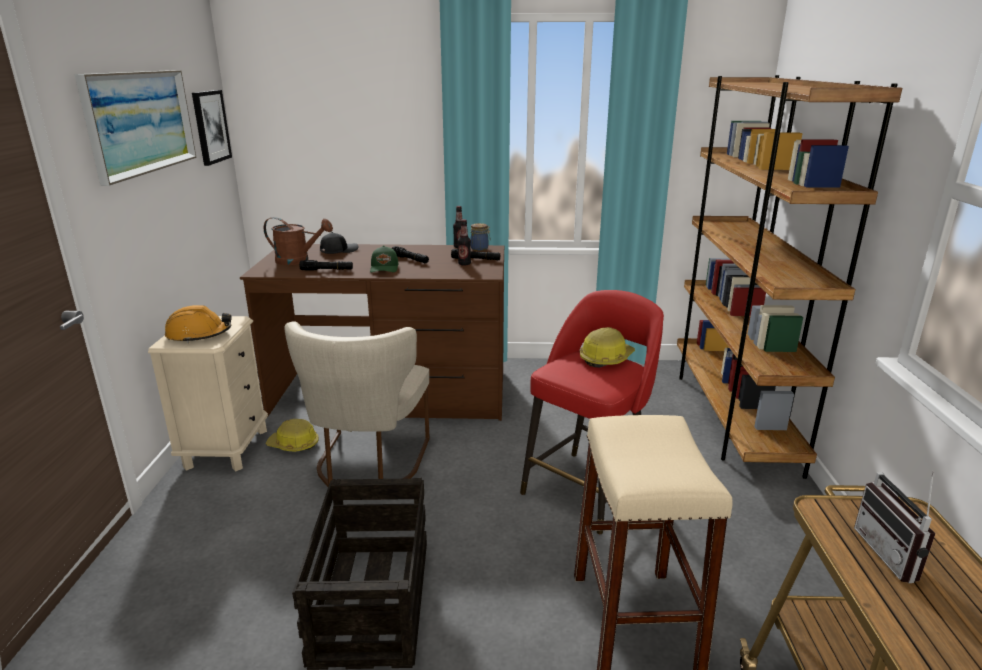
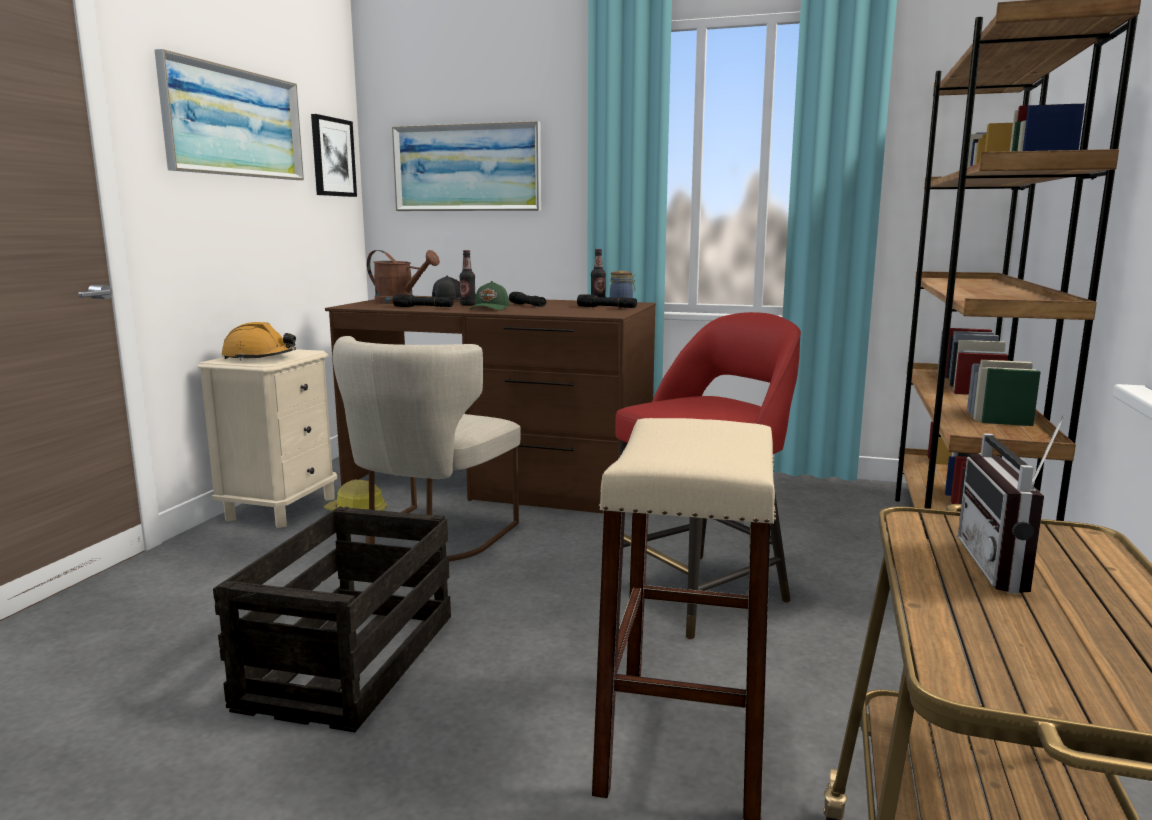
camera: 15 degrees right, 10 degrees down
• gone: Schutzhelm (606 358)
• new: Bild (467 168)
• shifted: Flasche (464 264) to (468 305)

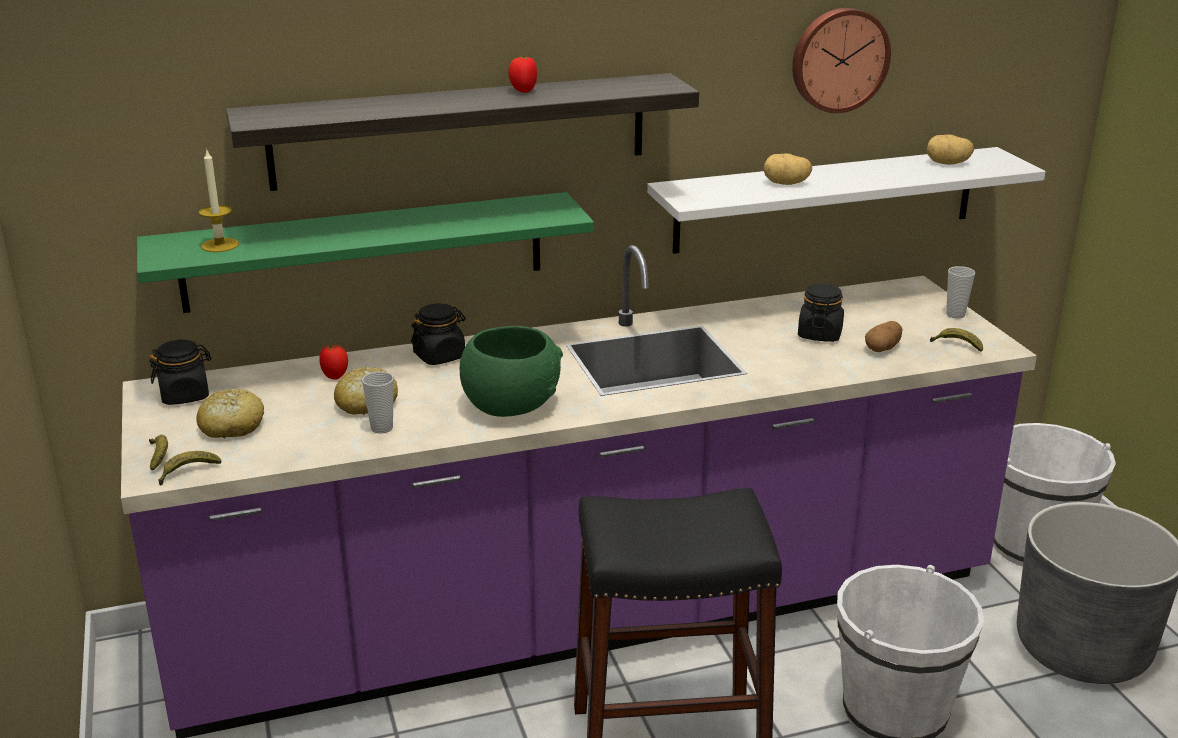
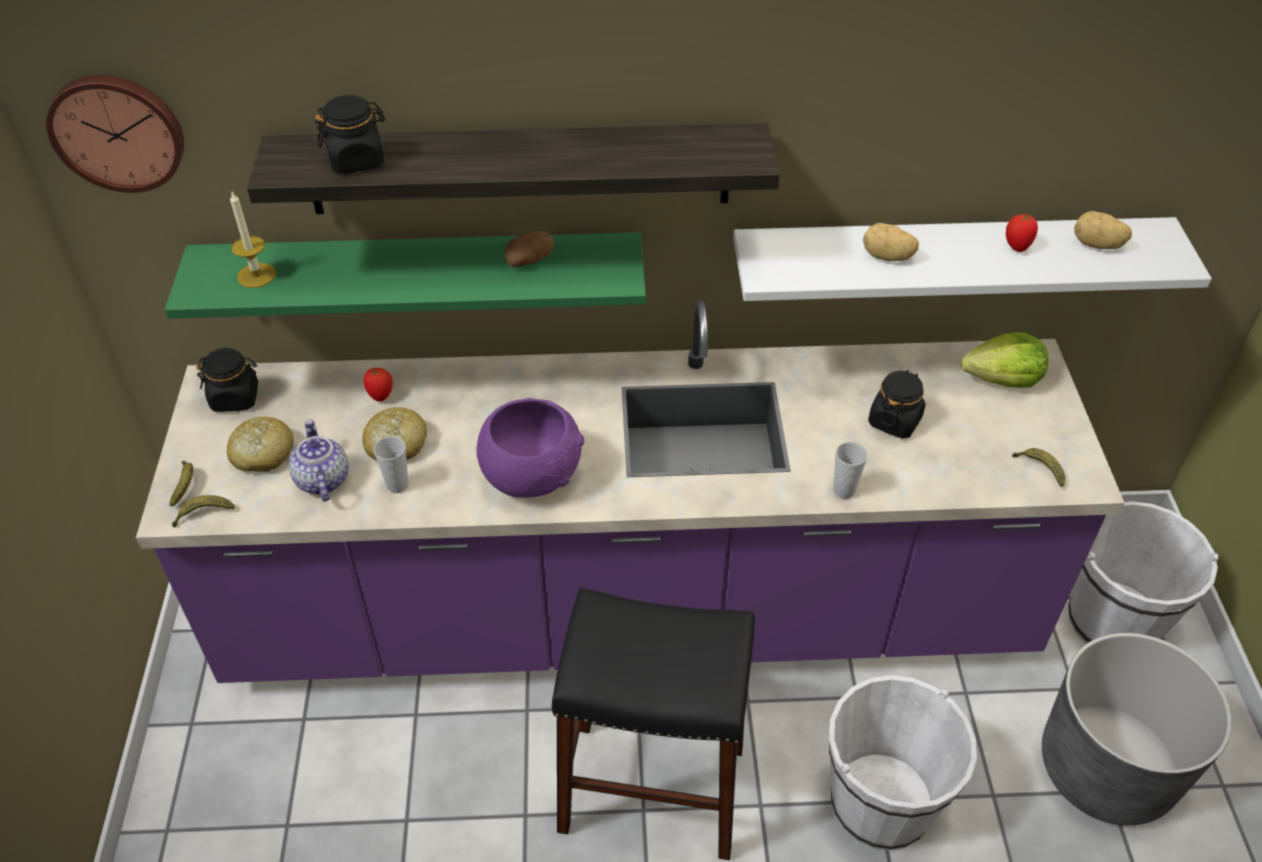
camera: 15 degrees right, 20 degrees up
• new: Teekanne (321 479)
• new: Salatkopf (1003 379)
• shifted: Vorratsglas (schwarz) (439 356) to (357 160)
• shifted: Tomate (523 91) to (1016 246)
• shifted: Wanduhr (838 59) to (118 131)
• shifted: Kartoffel (883 348) to (530 260)
• shifted: Tasse (955 315) to (844 491)
• repainted: Schüssel (grün) (511 405) to Schüssel (lila) (532 474)

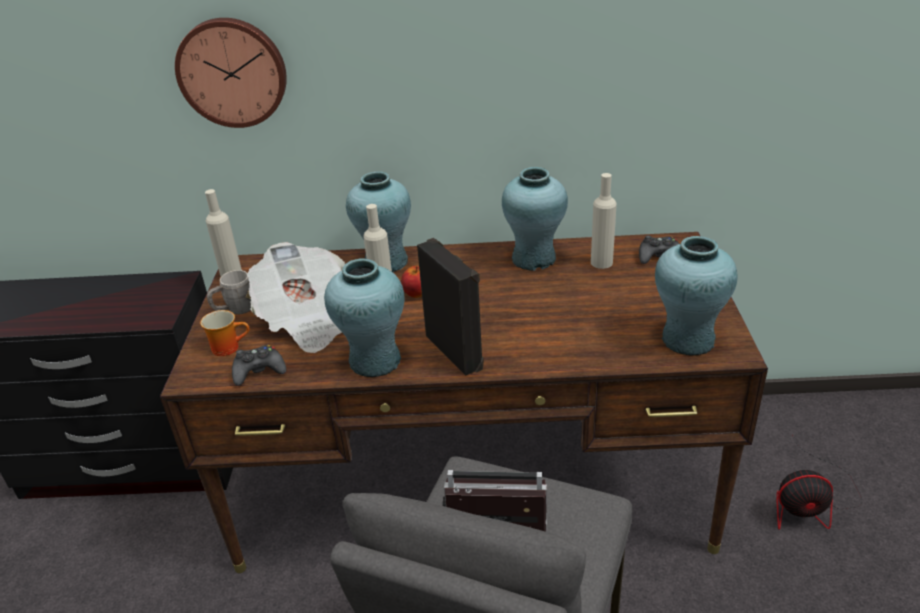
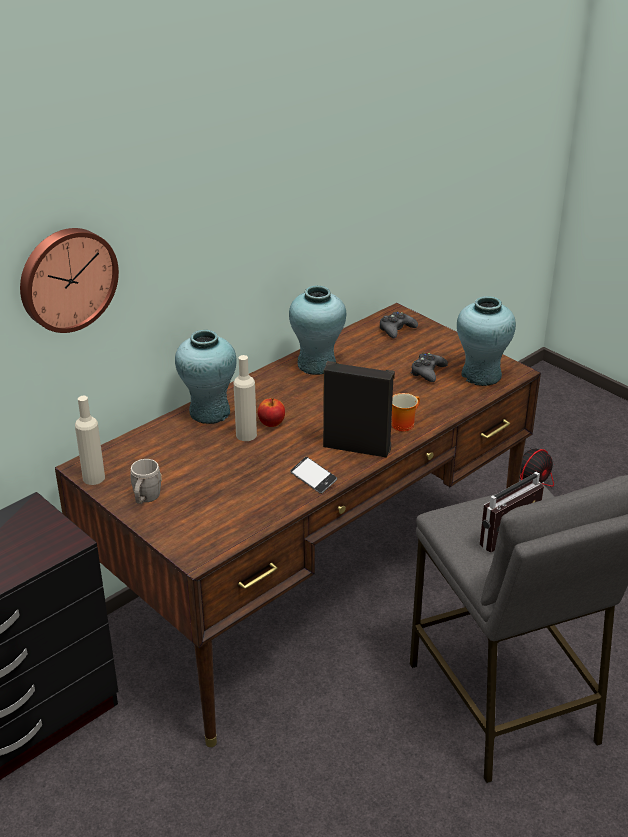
camera: 45 degrees left, 0 degrees up
• gone: Zeitung (309 320)
• gone: Flasche (beige) (601 262)
• shifted: Henkelbecher (229 346) to (403 423)
• shifted: Gamepad (schwarz) (259 371) to (427 372)
• swapped: Vase (türkis) (374 361) to Handy (313 478)

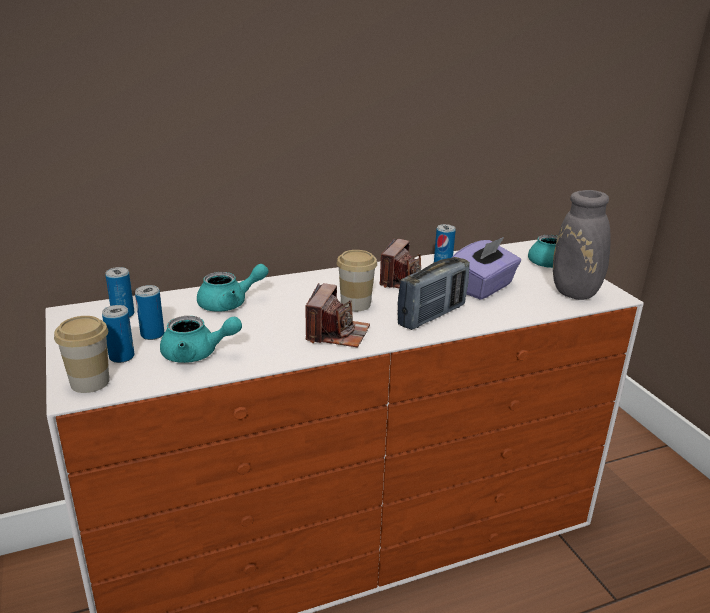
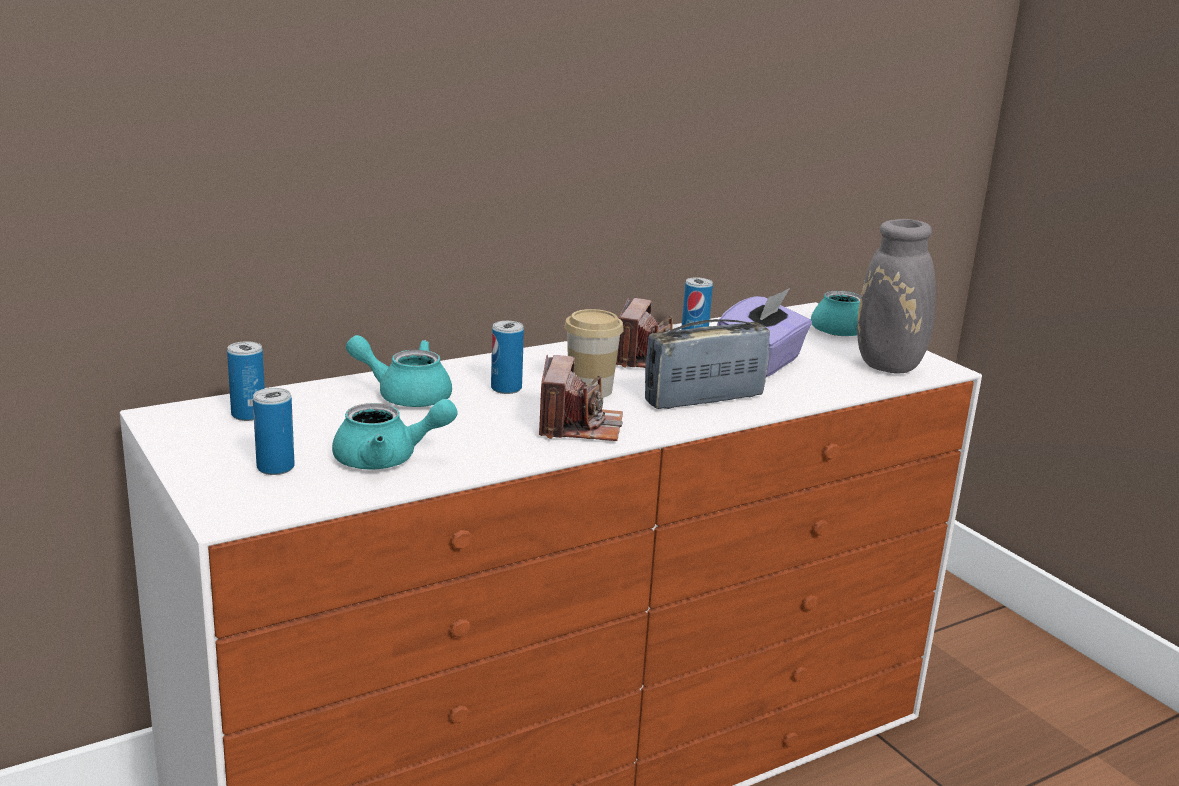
camera: 10 degrees left, 5 degrees down
• gone: Tasse (90 382)
• shifted: Dose (152 334) to (506 388)
• rotated: Teekanne (türkis) (230 303) = (405 395) 135 degrees counterclockwise
• rotated: Radio (432 315) = (704 399) 150 degrees counterclockwise

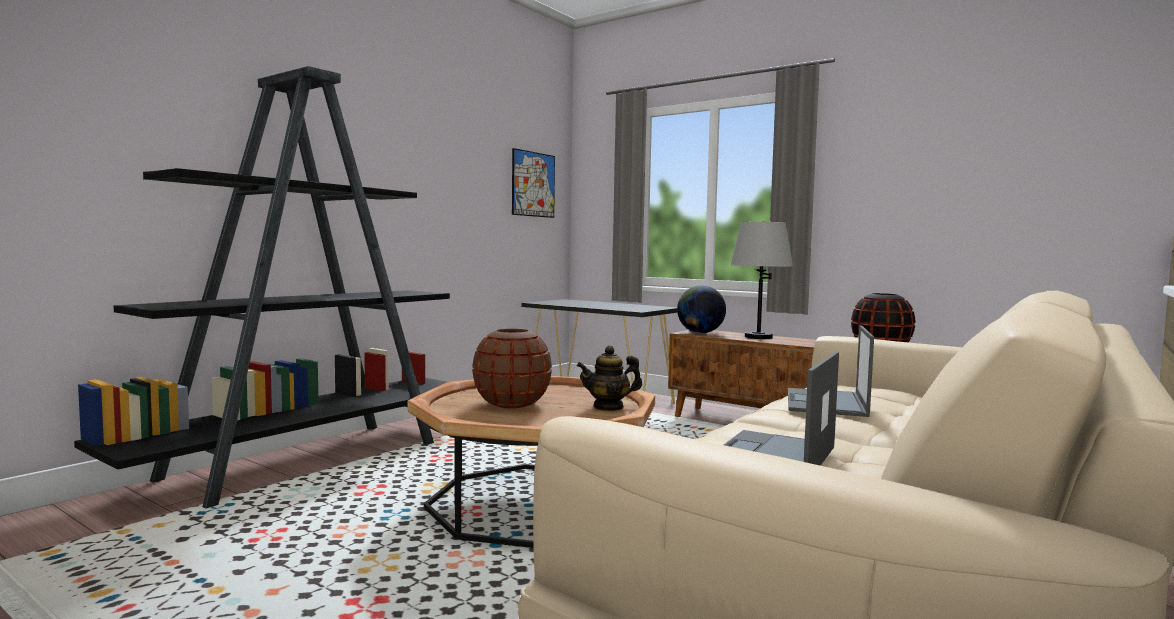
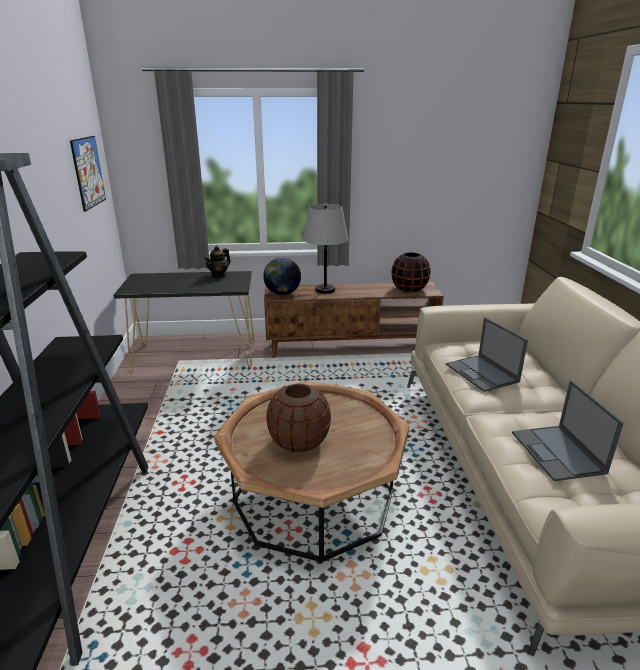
camera: 40 degrees left, 20 degrees up
• shifted: Teekanne (609 407) to (219 275)

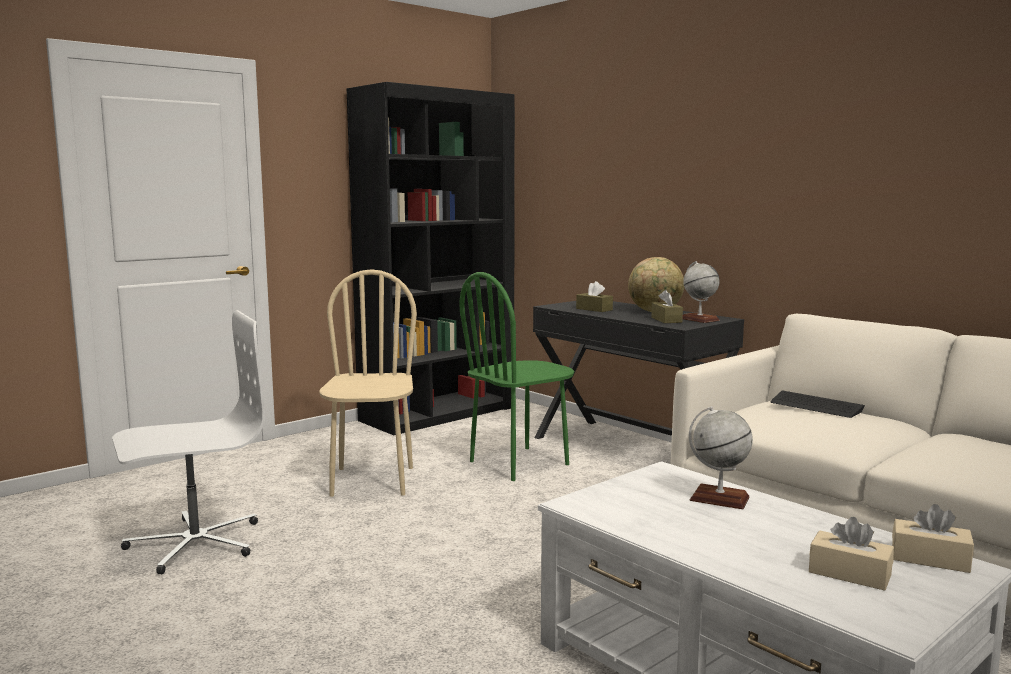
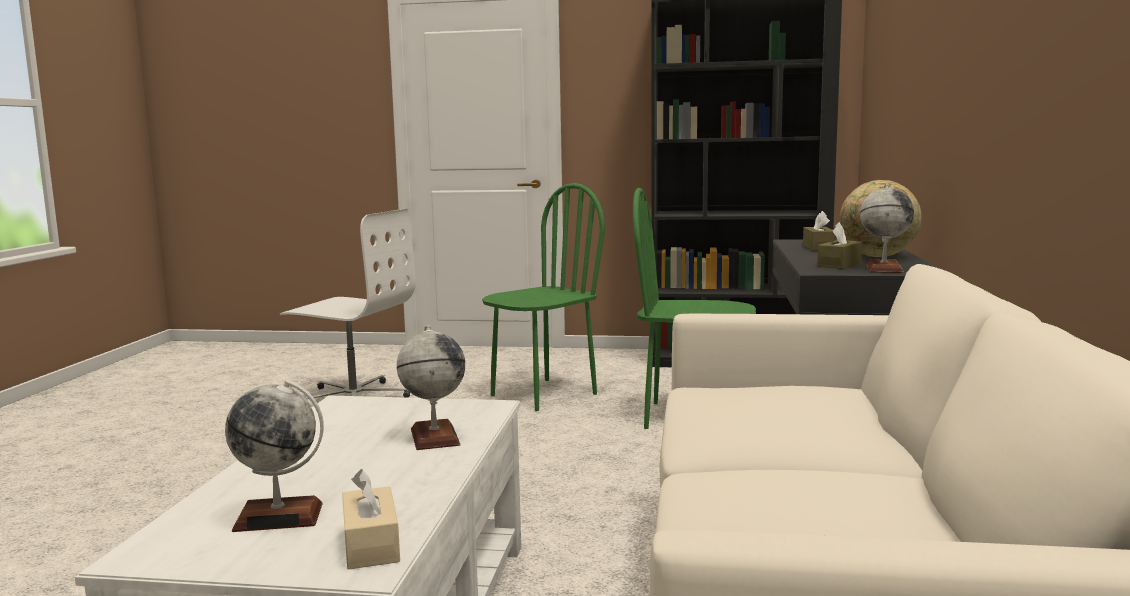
camera: 50 degrees right, 0 degrees up
• gone: Tastatur (815 406)
• swapped: Taschentuchbox (beige) (849 574) to Globus (279 517)
• repainted: Stuhl (beige) (372 481) to Stuhl (grün) (543 394)

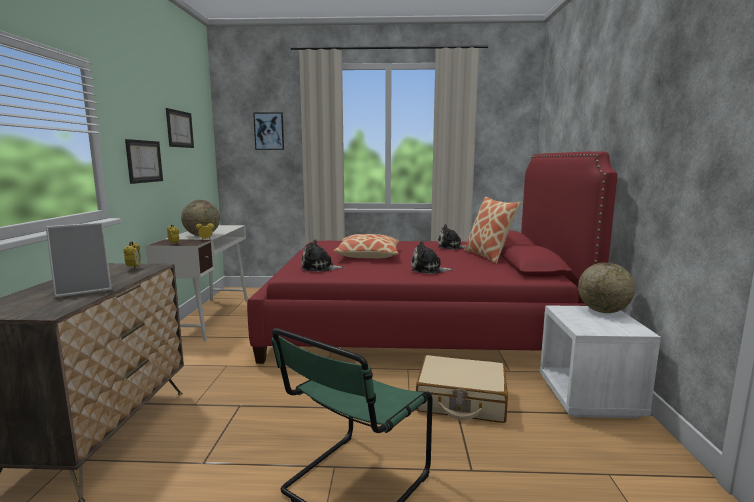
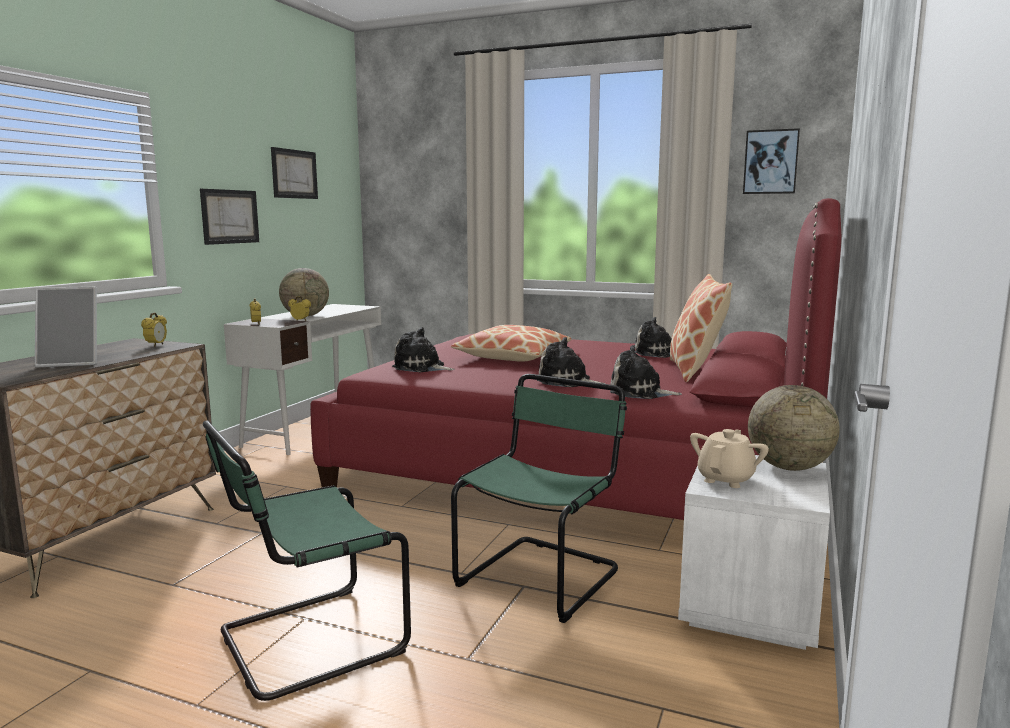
camera: 20 degrees right, 0 degrees up
• new: Plüschtier (640 393)
• new: Teekanne (beige) (726 479)
• shifted: Bild (269 131) to (770 162)
• swapped: Koffer (beige) (461 401) to Stuhl (grün) (542 575)

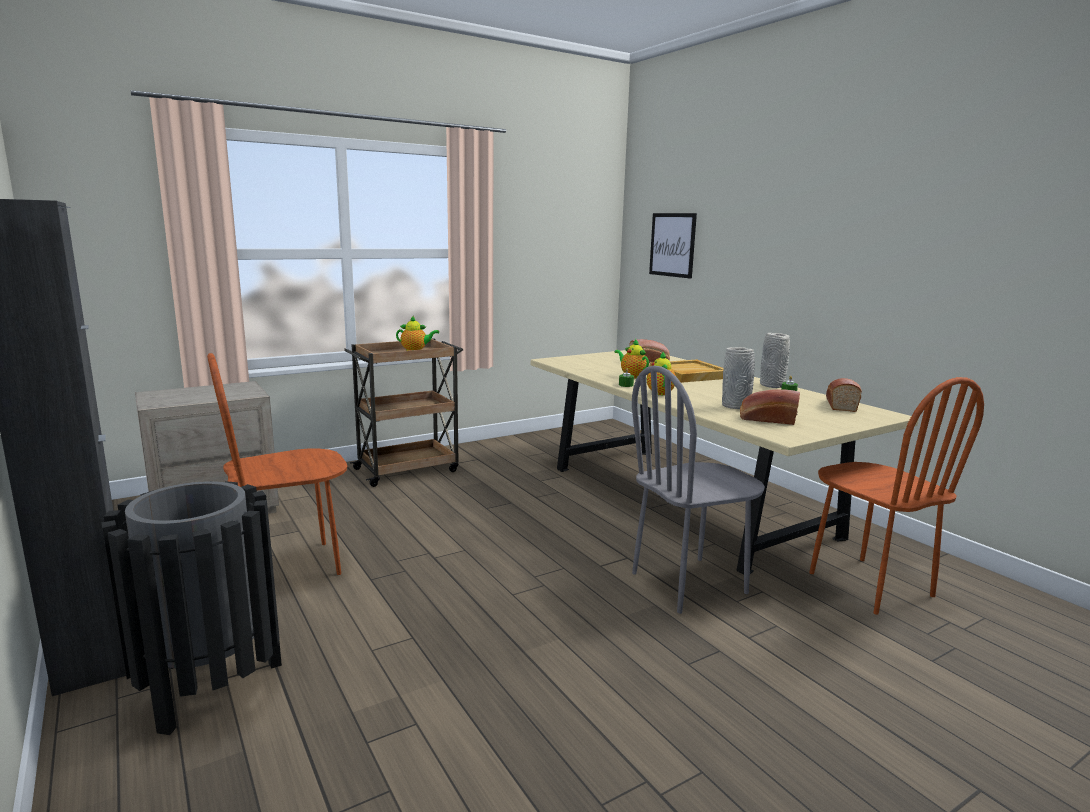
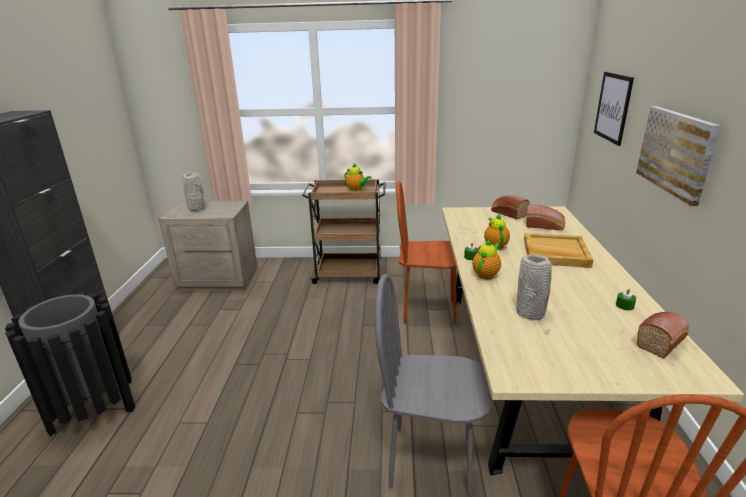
camera: 35 degrees right, 10 degrees up
• new: Bild (676 152)
• shifted: Stuhl (braun) (290 567) to (429 310)
• shifted: Brot (766 419) to (507 213)
• shifted: Vase (grau) (772 385) to (196 209)

